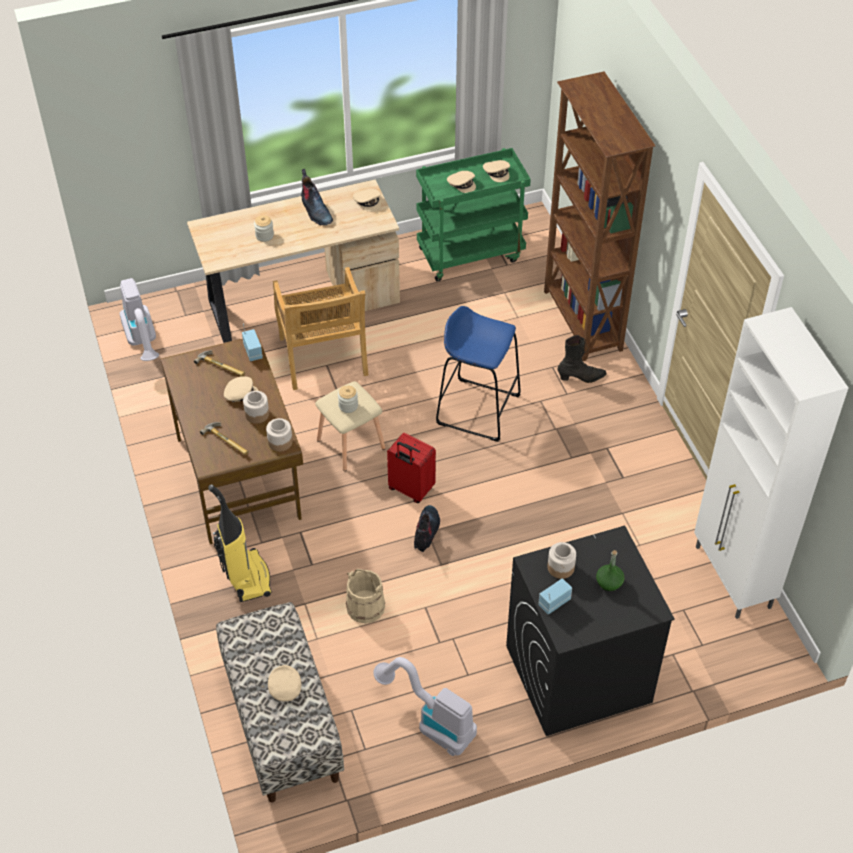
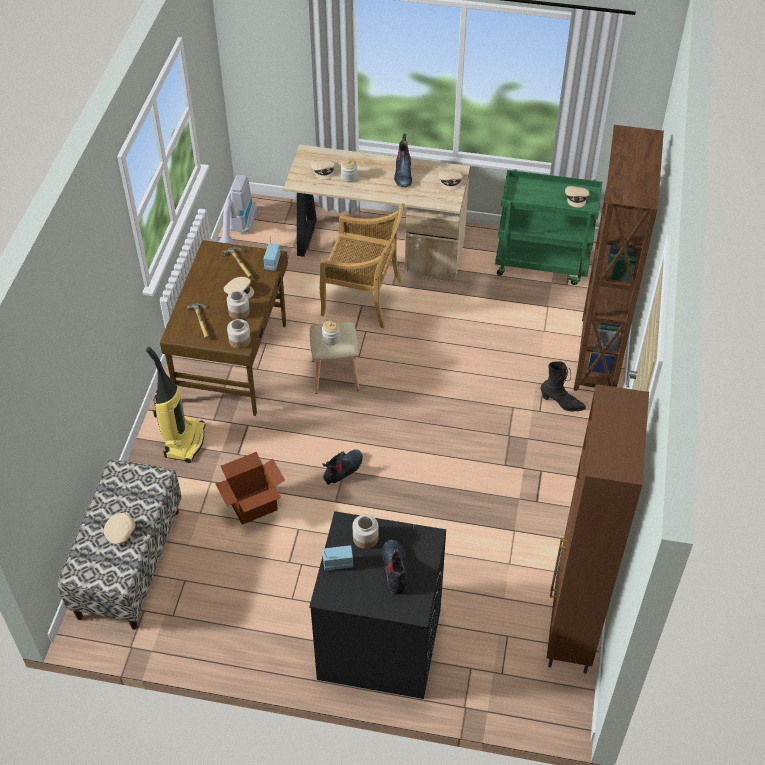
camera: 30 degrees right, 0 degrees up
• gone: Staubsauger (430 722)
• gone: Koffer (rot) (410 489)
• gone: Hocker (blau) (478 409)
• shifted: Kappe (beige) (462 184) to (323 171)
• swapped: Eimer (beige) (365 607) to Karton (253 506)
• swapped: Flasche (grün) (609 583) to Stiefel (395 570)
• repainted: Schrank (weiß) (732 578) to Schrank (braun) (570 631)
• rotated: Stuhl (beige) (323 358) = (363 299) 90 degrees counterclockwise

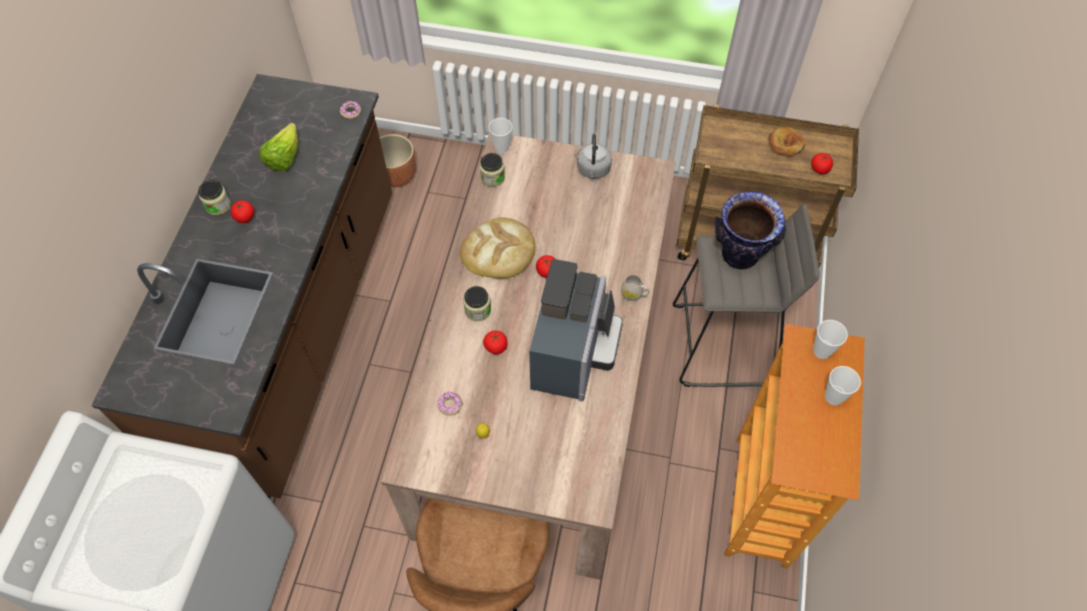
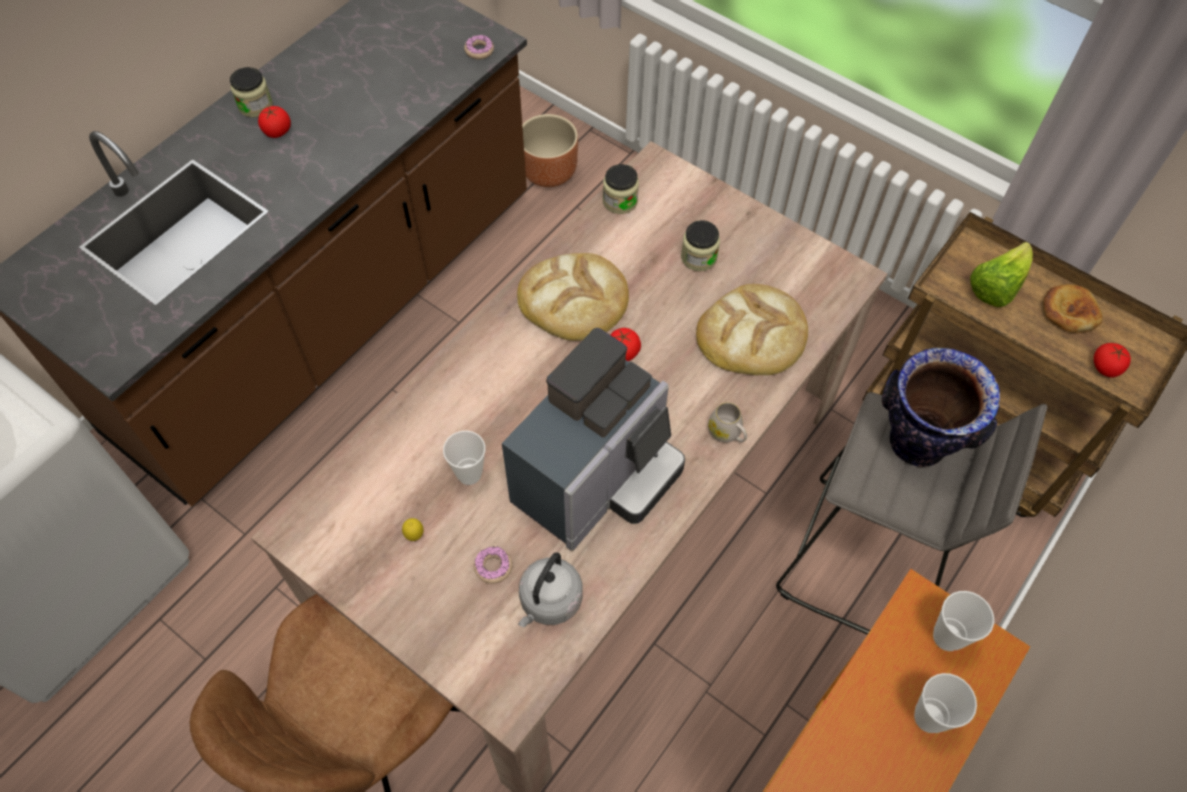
camera: 25 degrees right, 0 degrees up
• gone: Tomate (496 347)
• new: Brot (752 334)
• shifted: Salatkopf (284 158) to (996 287)
• shifted: Donut (450 405) to (493 567)
• shifted: Vorratsglas (478 310) to (698 257)
• shifted: Tasse (501 147) to (469 474)
• shifted: Wasserkessel (grau) (593 170) to (549 602)

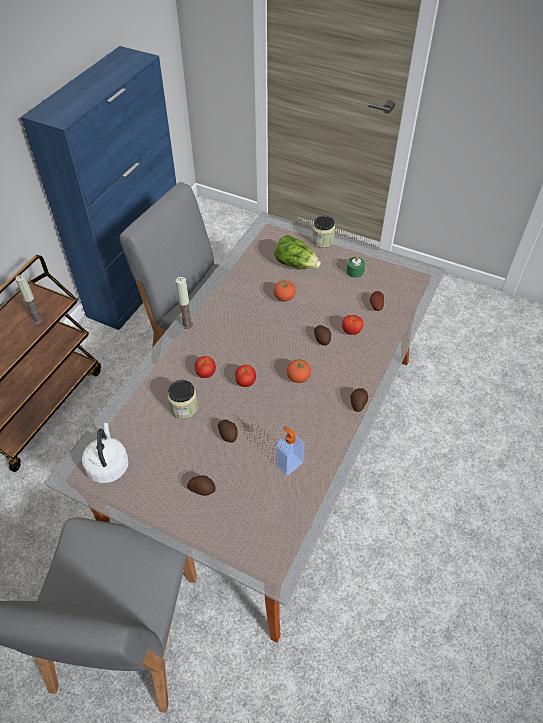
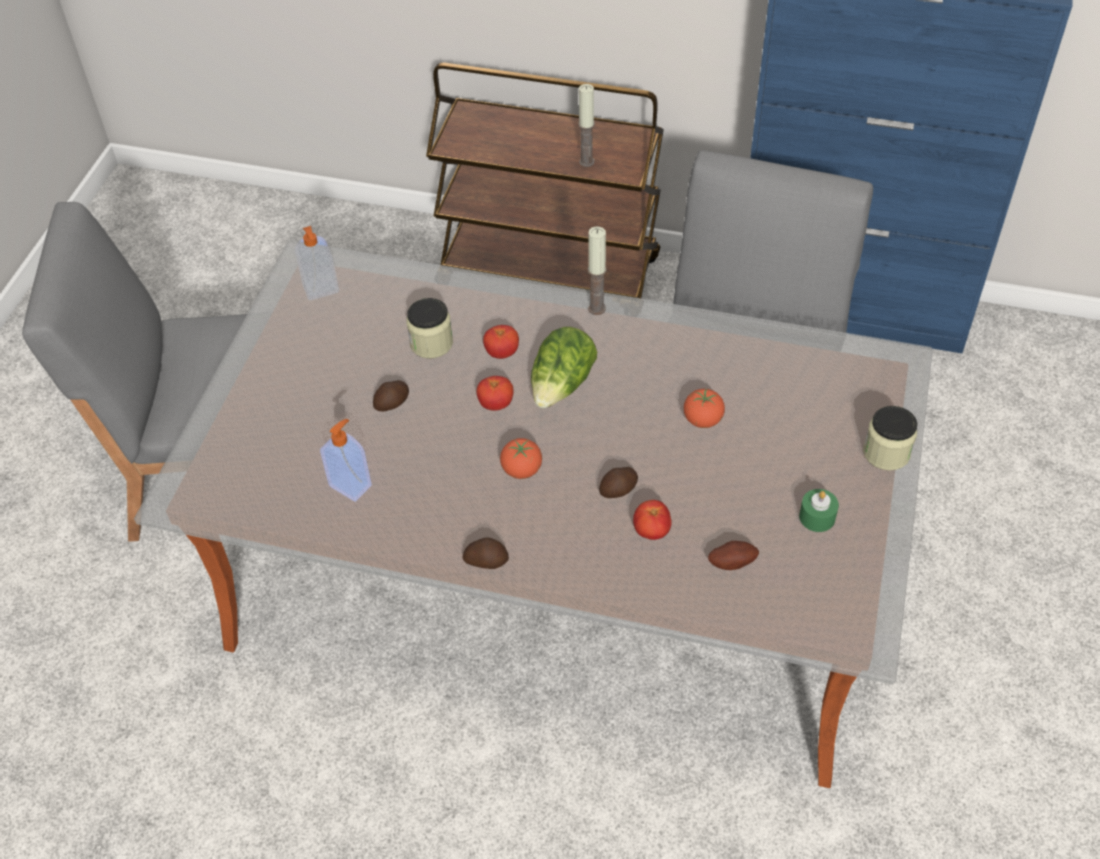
camera: 80 degrees right, 0 degrees up
• gone: Kartoffel (202 489)
• shifted: Salatkopf (296 264) to (562 385)
• swapped: Wasserkessel (weiß) (108 465) to Seifenspender (321 290)

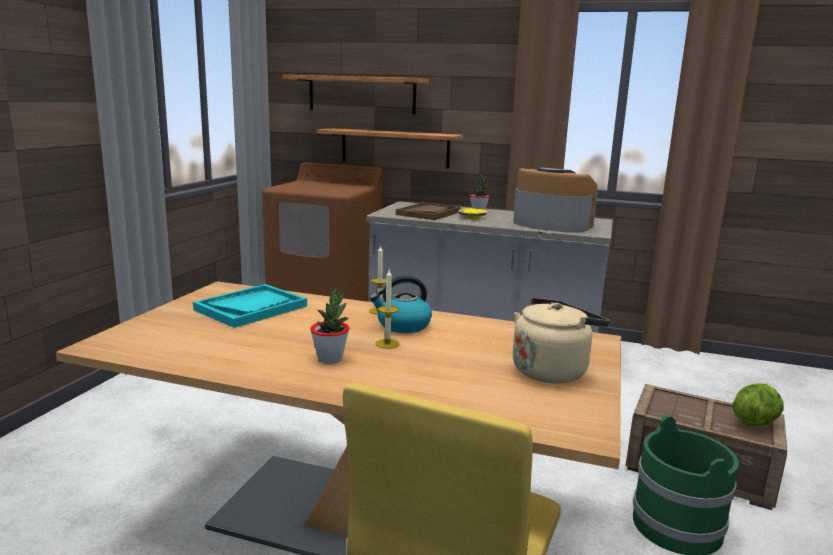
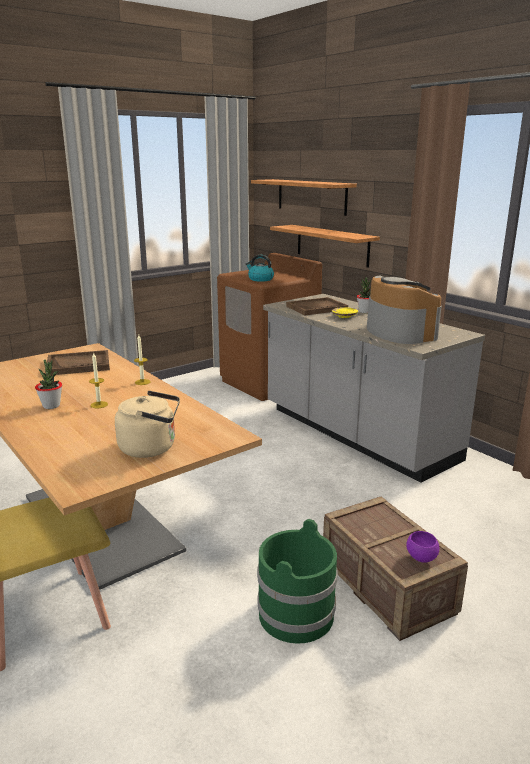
camera: 35 degrees right, 5 degrees up
• shifted: Wasserkessel (403 325) to (260 279)
• swapped: Salatkopf (755 422) to Schüssel (lila) (421 557)
• repainted: Tablett (türkis) (251 308) to Tablett (braun) (78 365)

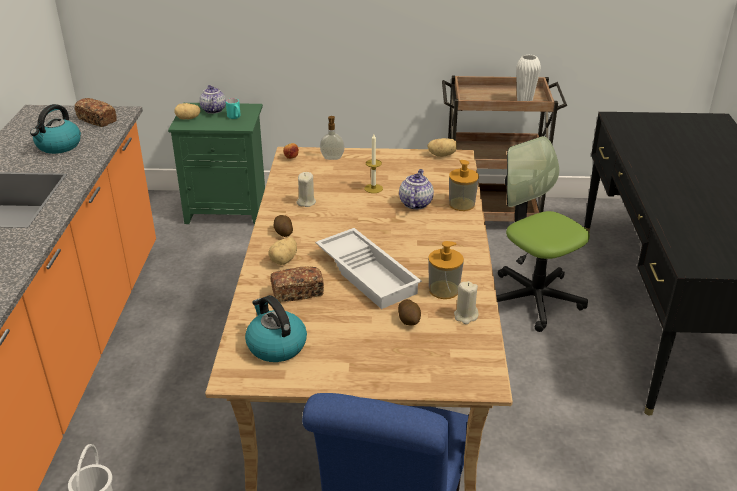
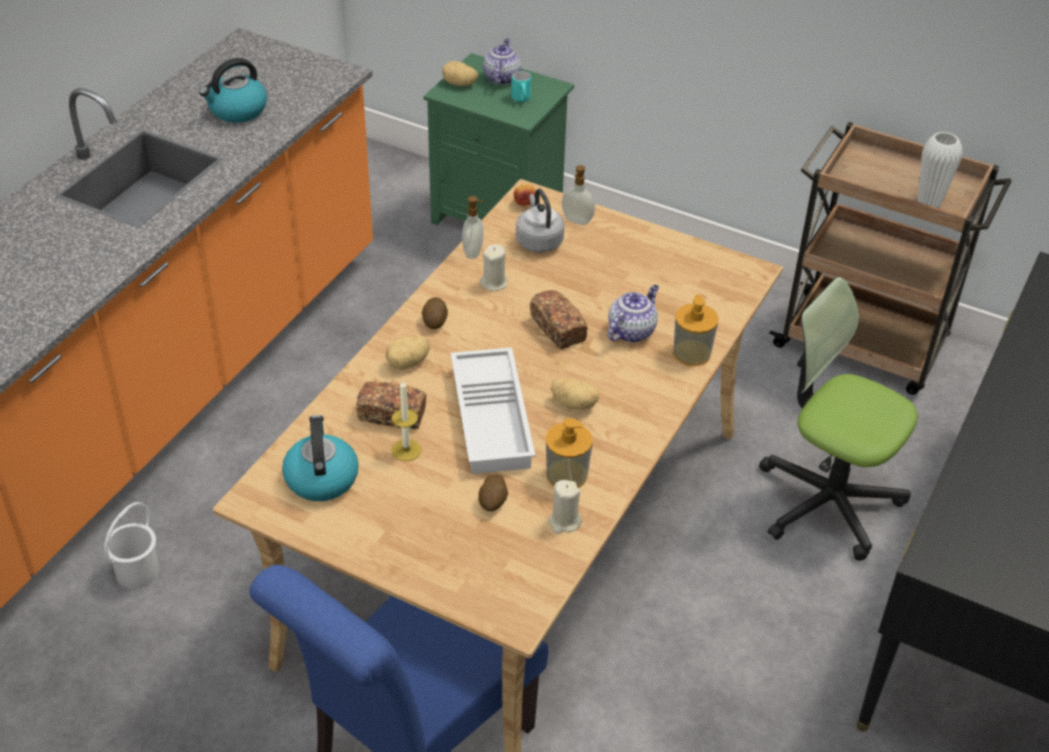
camera: 25 degrees right, 10 degrees up
• new: Seifenspender (474 252)
• new: Wasserkessel (grau) (538 241)
• shifted: Brot (97 120) to (558 329)
• shifted: Kerze (373 188) to (406 450)
• shifted: Kartoffel (442 155) to (574 404)
• rotated: Bürostuhl (533 299) = (828 501) 45 degrees counterclockwise

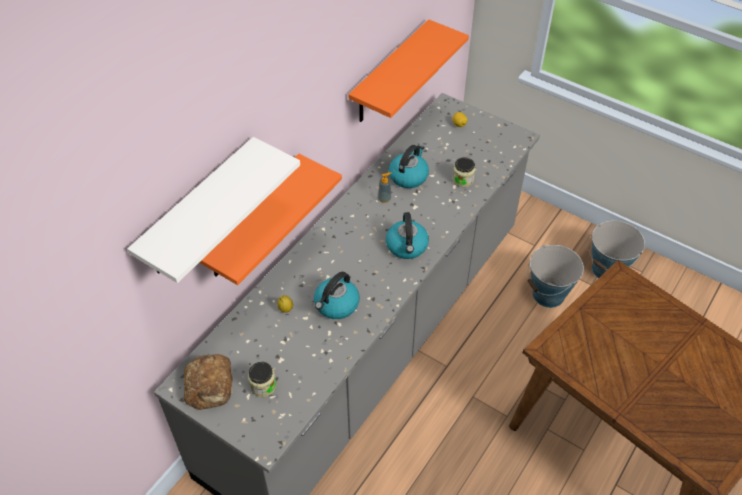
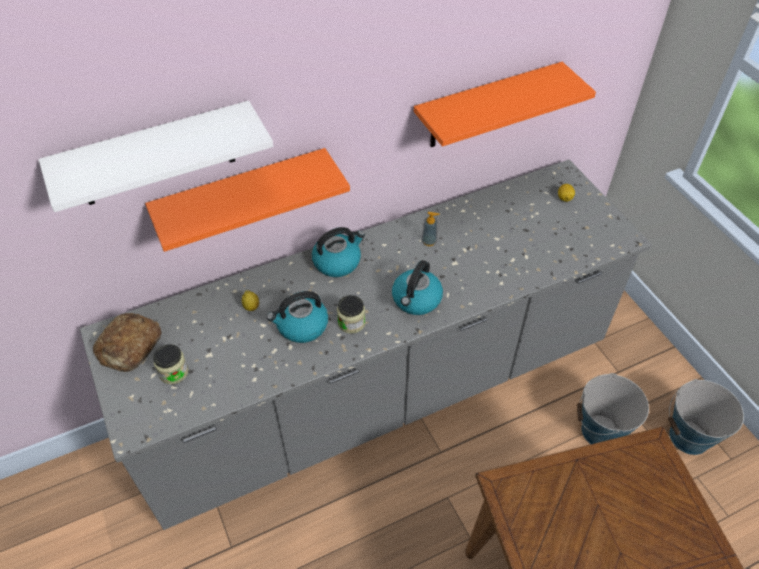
camera: 30 degrees right, 0 degrees up
• shifted: Wasserkessel (408 176) to (337 262)
• shifted: Vorratsglas (462 180) to (351 322)

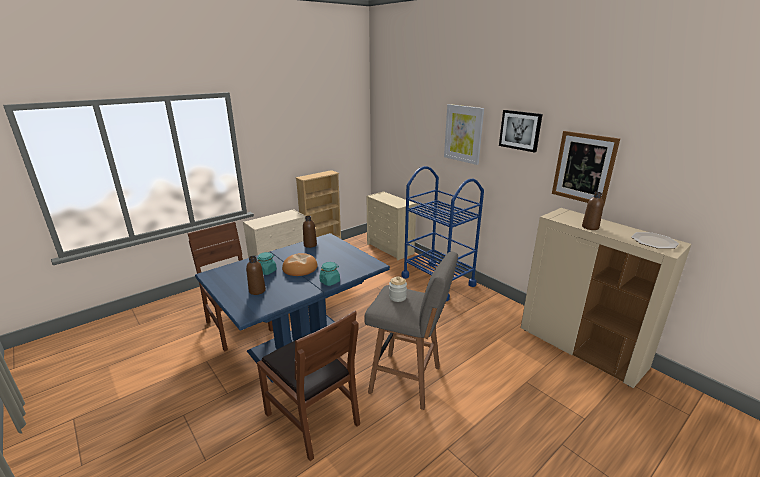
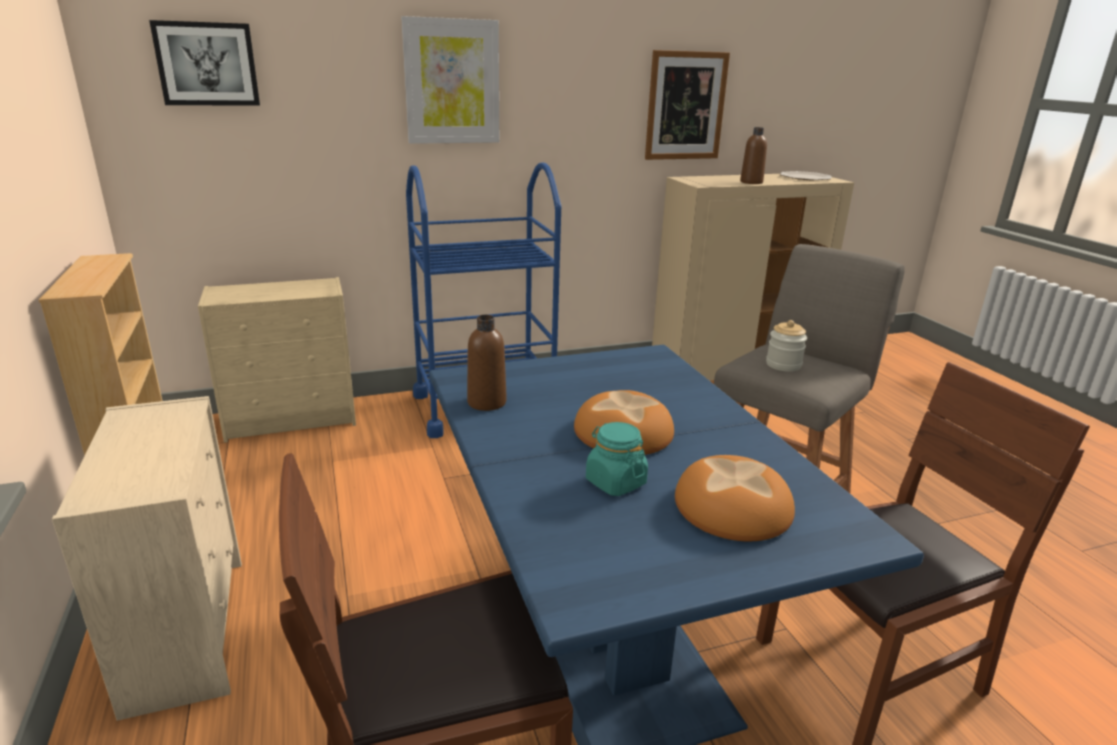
camera: 70 degrees left, 0 degrees up
• gone: Vorratsglas (türkis) (330 281)
• shifted: Bild (520 130) to (207 64)
• swapped: Flasche (braun) (257 291) to Brot (733 508)

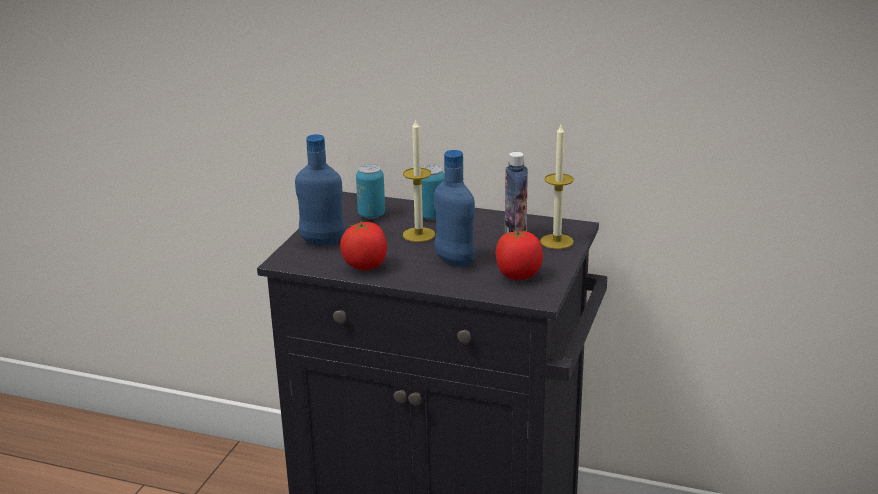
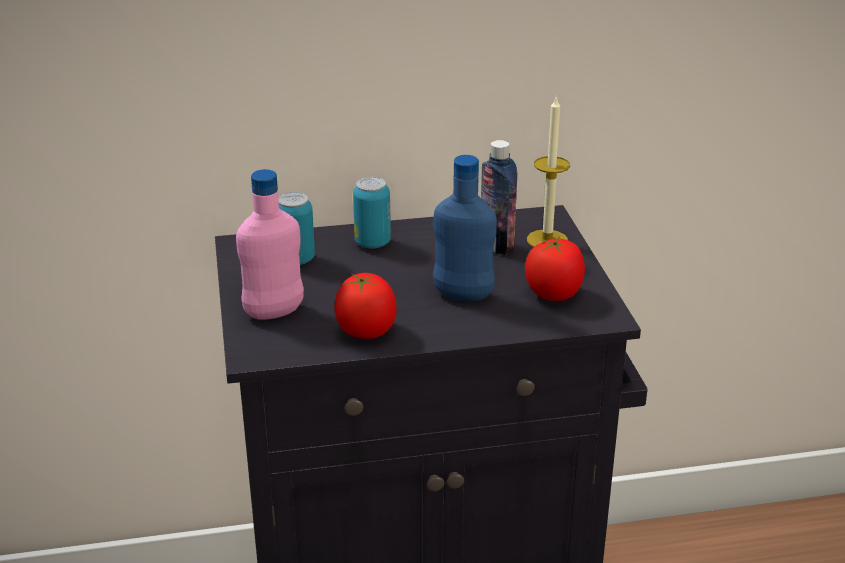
camera: 30 degrees left, 5 degrees up
• gone: Kerze (419 235)
• repainted: Flasche (blau) (322 241) to Flasche (rosa) (274 312)

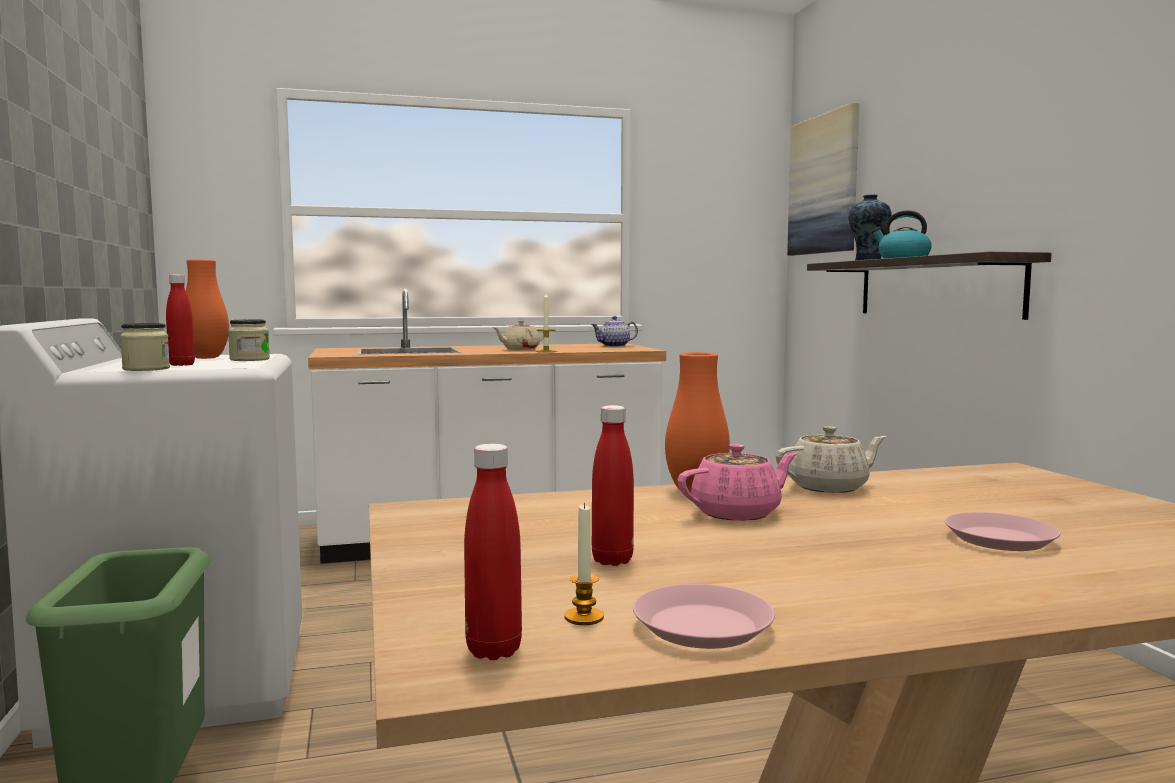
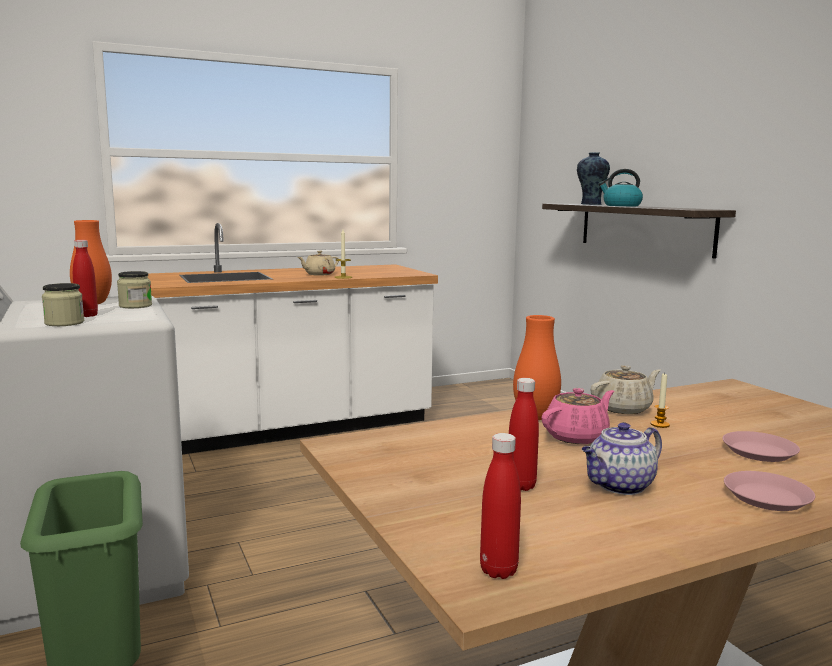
camera: 10 degrees left, 5 degrees up
• gone: Bild (824 184)
• shifted: Kerze (584 617) to (660 424)
• shifted: Teekanne (614 346) to (619 486)
• shifted: Teller (rosa) (701 626) to (766 497)

